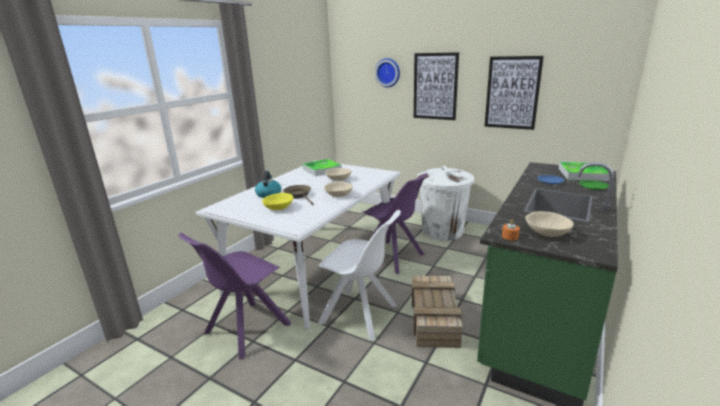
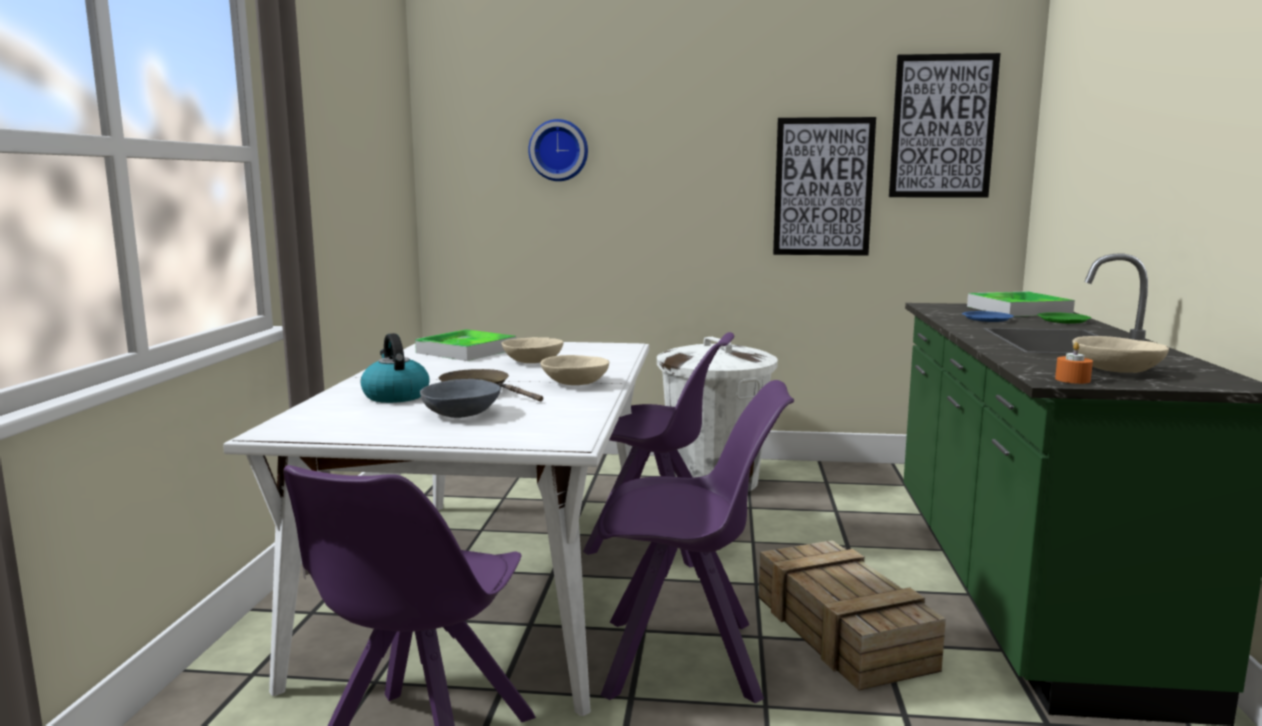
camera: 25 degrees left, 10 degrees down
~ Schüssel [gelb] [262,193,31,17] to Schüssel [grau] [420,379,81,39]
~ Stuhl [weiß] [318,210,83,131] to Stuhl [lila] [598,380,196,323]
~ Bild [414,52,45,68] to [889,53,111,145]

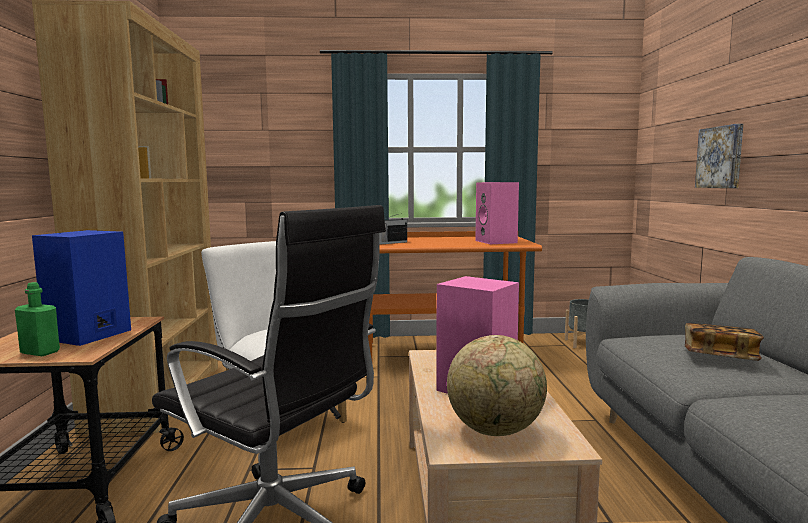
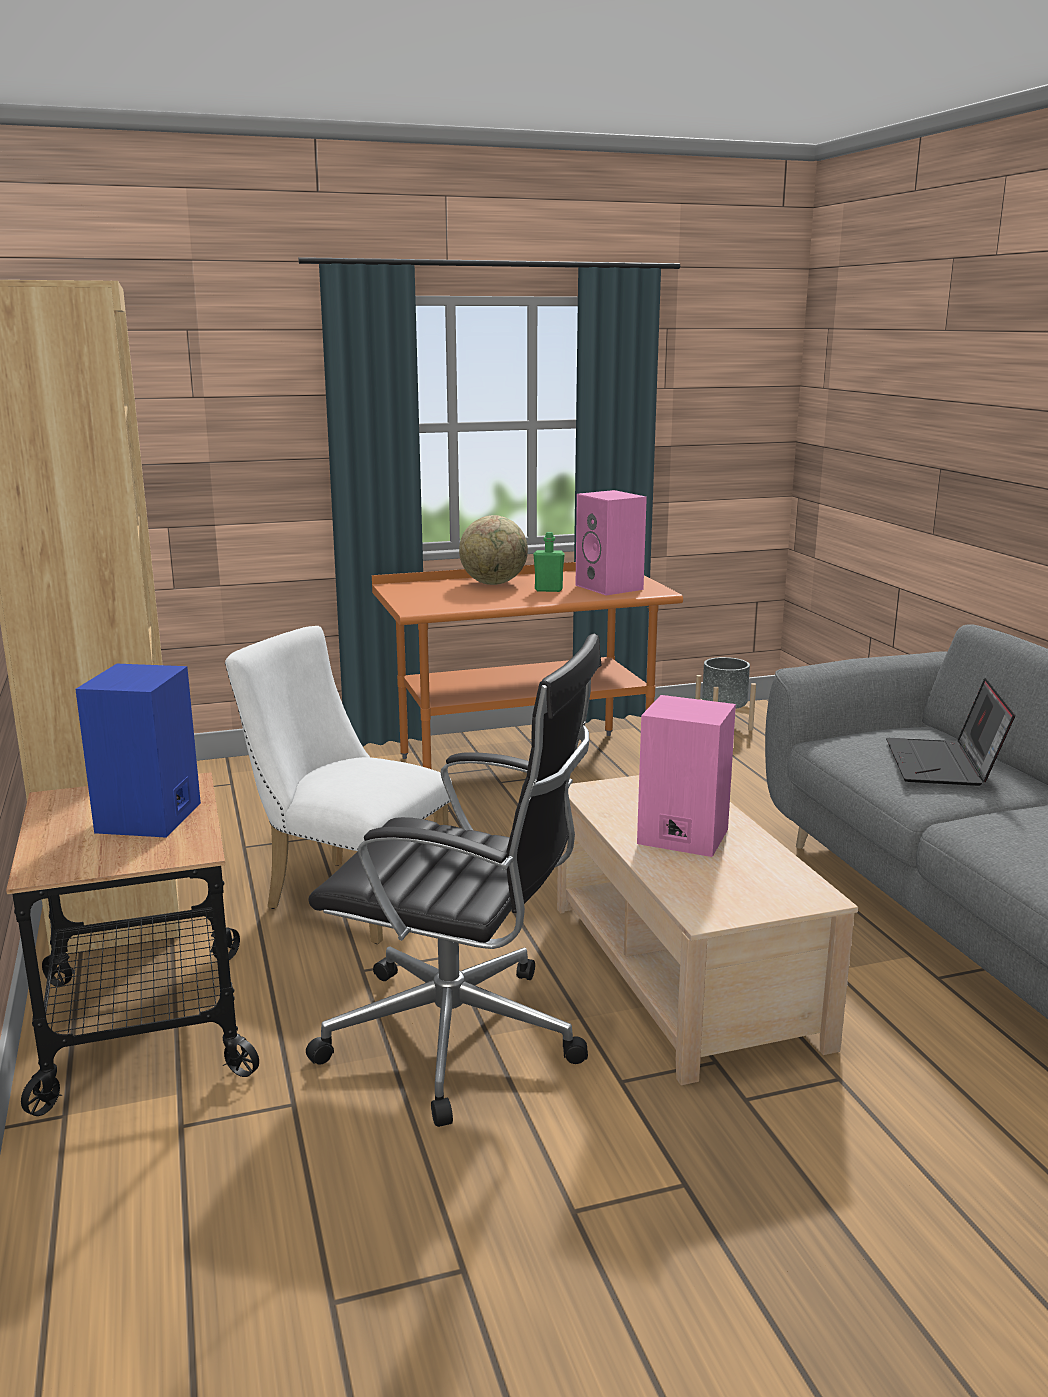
camera: 15 degrees left, 10 degrees up
~ Flasche [grün] [15,282,45,74] to [534,532,31,60]
- Radio [379,214,28,31]
~ Globus [447,335,100,101] to [459,515,69,70]
~ Buch [685,323,79,38] to Laptop [886,678,129,108]
- Bild [695,124,48,64]

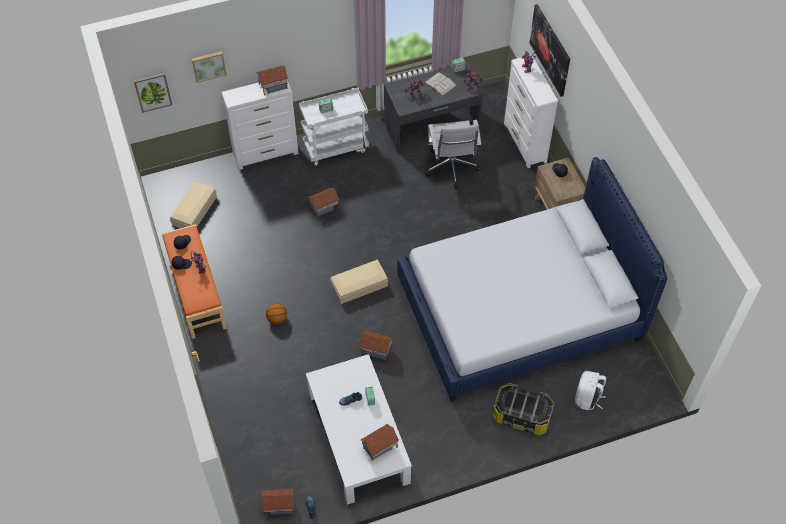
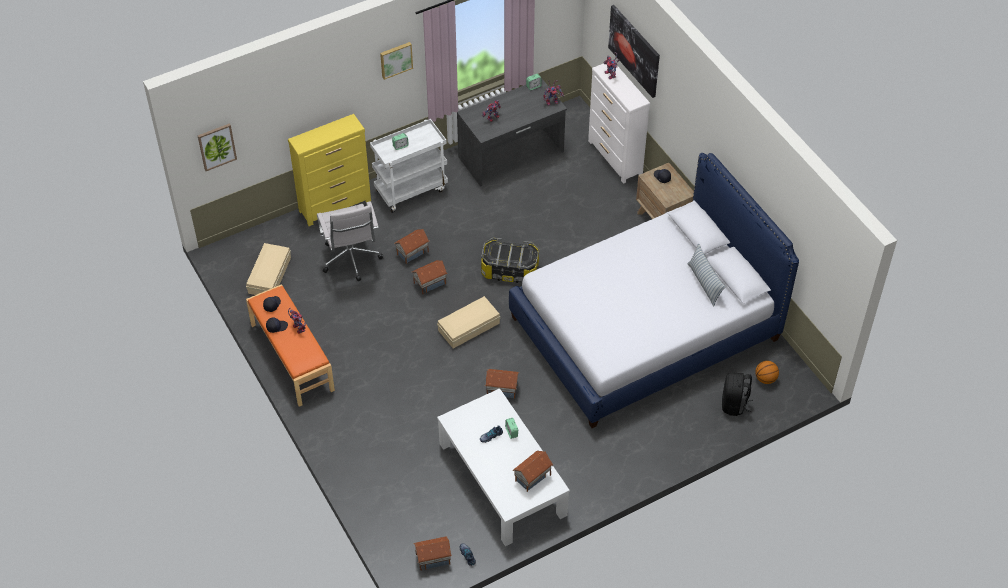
camera: 10 degrees left, 5 degrees down
~ Bild [192,51,34,32] to [380,42,33,38]
~ Kommode [weiß] [221,80,78,90] to Kommode [gelb] [288,114,83,112]
~ Spielzeughaus [257,65,31,30] to [412,260,35,34]
~ Basketball [266,303,21,21] to [755,361,24,23]
- Buch [weiß] [424,72,33,24]
~ Bürostuhl [weiß] [426,120,55,69] to [317,201,67,81]
~ Aufbewahrungsbox [493,383,61,52] to [481,238,58,45]
~ Rucksack [weiß] [575,371,31,39] to Rucksack [schwarz] [722,373,31,43]
+ Kissen [688,244,38,63]

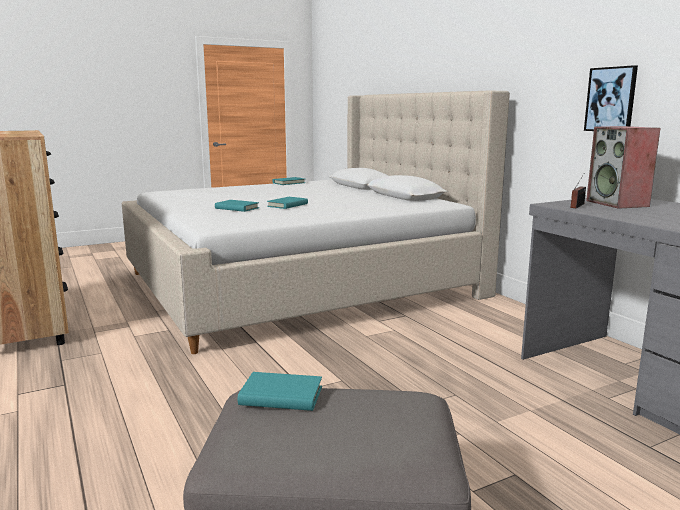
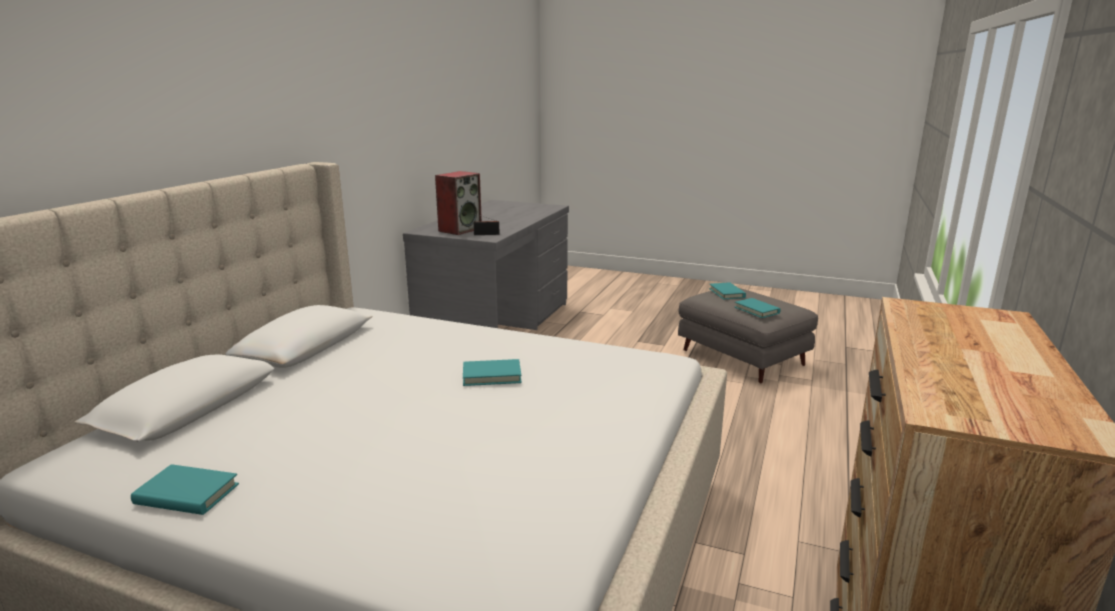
camera: 130 degrees left, 5 degrees up
~ Buch [türkis] [215,200,44,12] to [709,283,37,16]
- Bild [584,65,54,66]

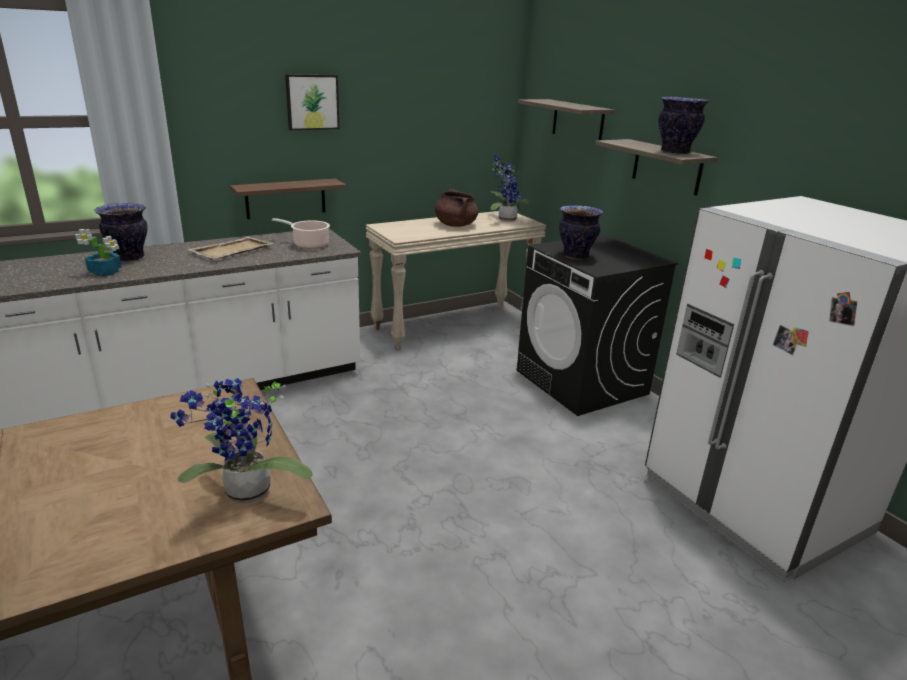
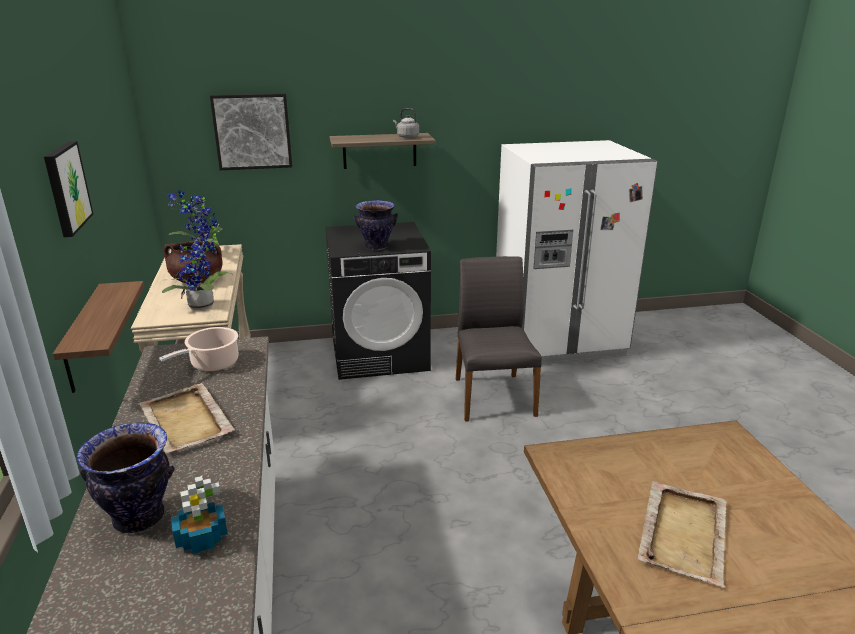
camera: 70 degrees left, 0 degrees up
~ Topfpflanze [170,378,143,126] to [162,224,69,86]
~ Wandregal [518,99,97,41] to Bild [210,93,82,77]
~ Vase [659,97,51,58] to Wasserkessel [grau] [393,108,26,30]
+ Stuhl [grau] [456,256,86,166]
+ Tablett [beige] [638,481,89,107]

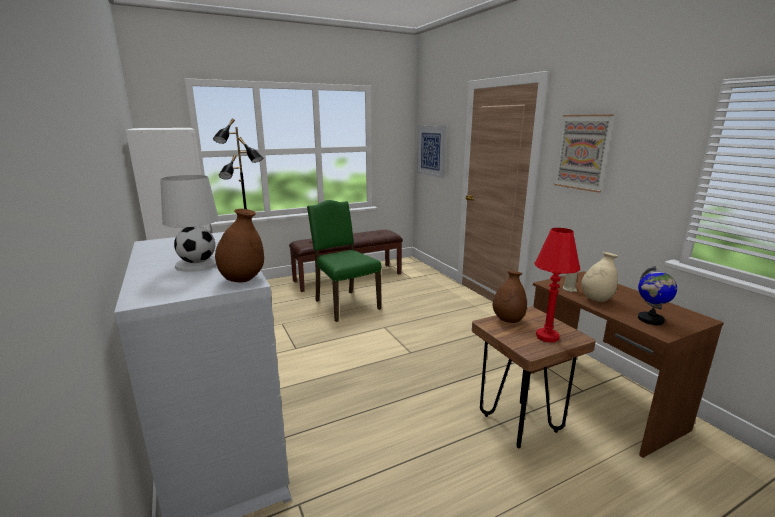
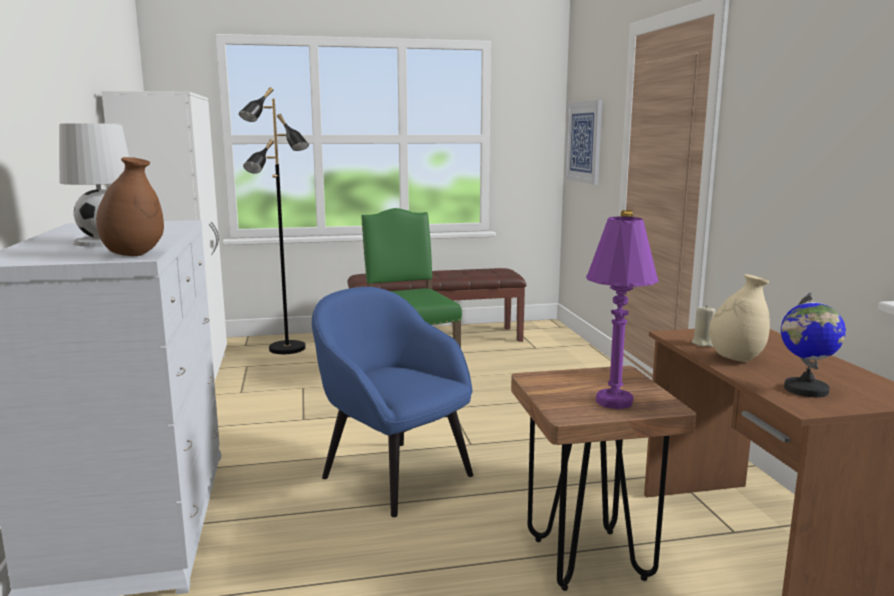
camera: 15 degrees right, 5 degrees down
- Vase [braun] [492,271,35,52]
~ Tischlampe [rot] [534,228,46,115] to Tischlampe [lila] [586,216,73,193]
- Bild [554,114,60,79]
+ Sessel [blau] [312,287,161,230]

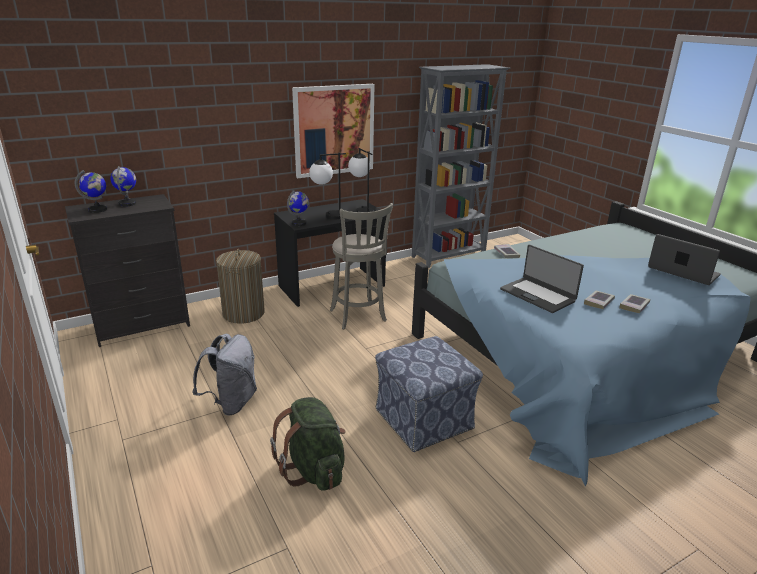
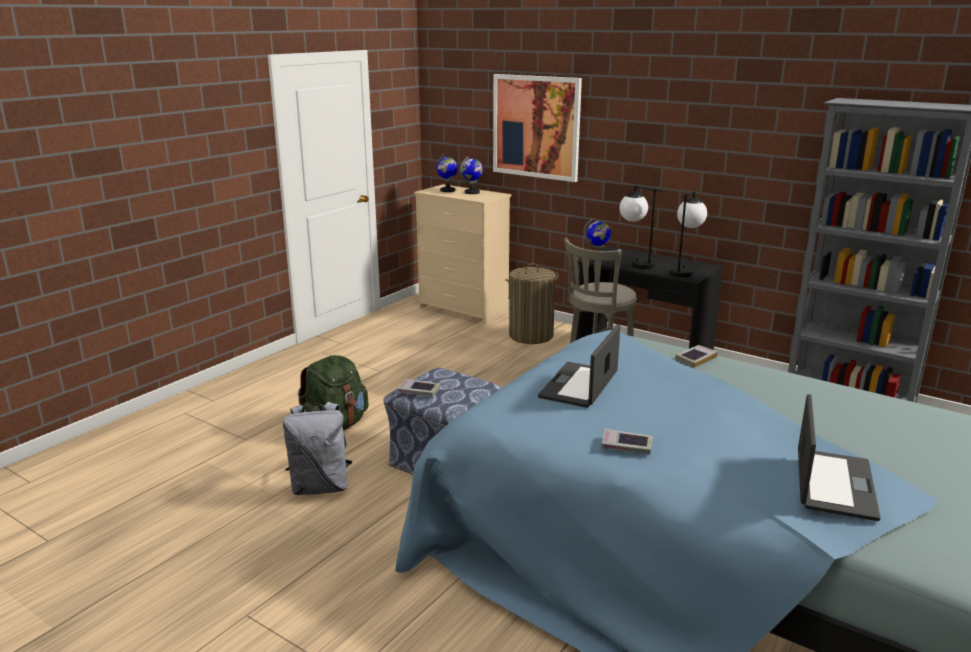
camera: 65 degrees right, 5 degrees down
~ Kommode [schwarz] [65,194,125,153] to Kommode [beige] [414,184,97,140]
~ Rucksack [grau] [192,334,65,81] to [283,402,69,93]
~ Bild [292,84,82,94] to [493,74,89,108]
~ Buch [584,291,31,18] to [398,379,42,18]

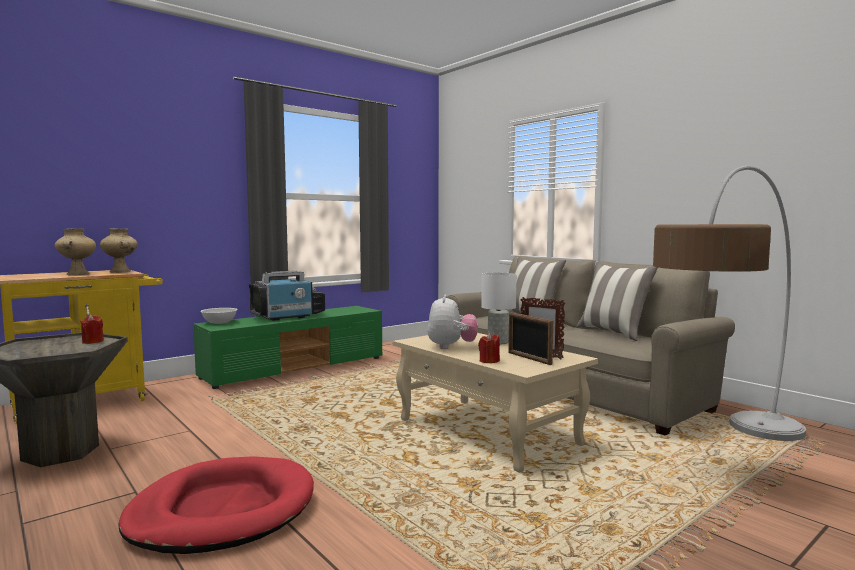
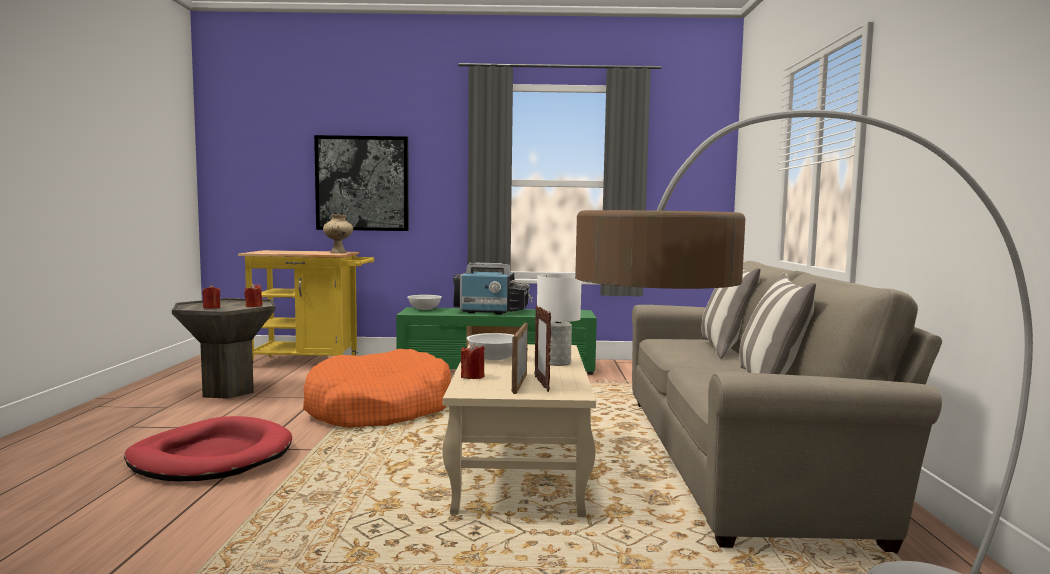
camera: 40 degrees right, 0 degrees up
- Vase [beige] [55,229,41,46]
~ Plüschtier [427,295,51,54] to Schüssel [weiß] [466,333,48,27]
+ Kerze [rot] [202,285,18,24]
+ Hundebett [orange] [303,349,148,79]
+ Bild [314,135,95,96]

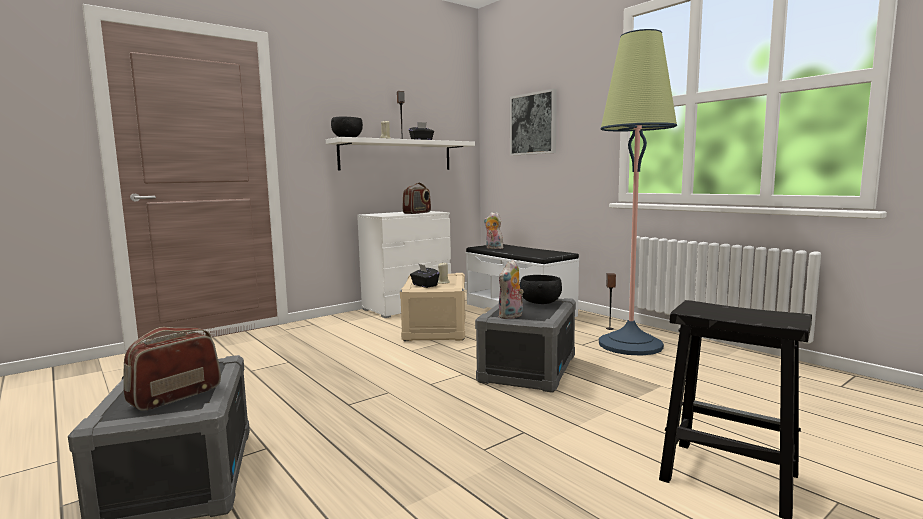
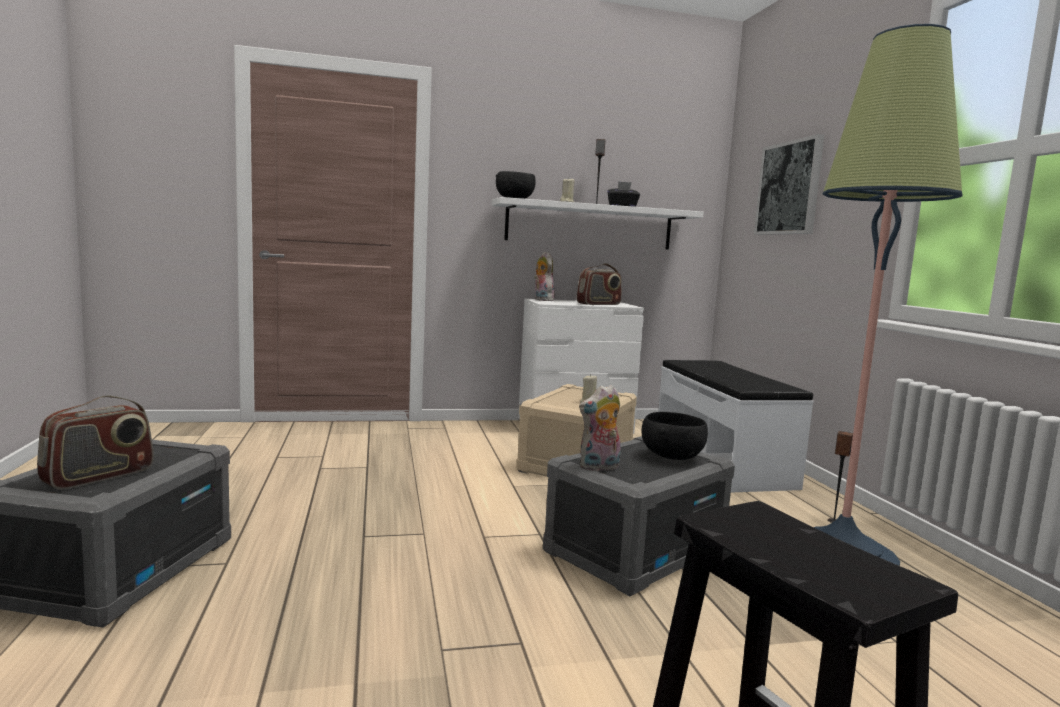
camera: 25 degrees right, 0 degrees up
~ Radio [123,327,98,84] = [37,395,117,94] 150 degrees clockwise
- Taschentuchbox [schwarz] [410,264,29,24]
~ Plüschtier [484,212,22,37] to [534,252,21,49]

